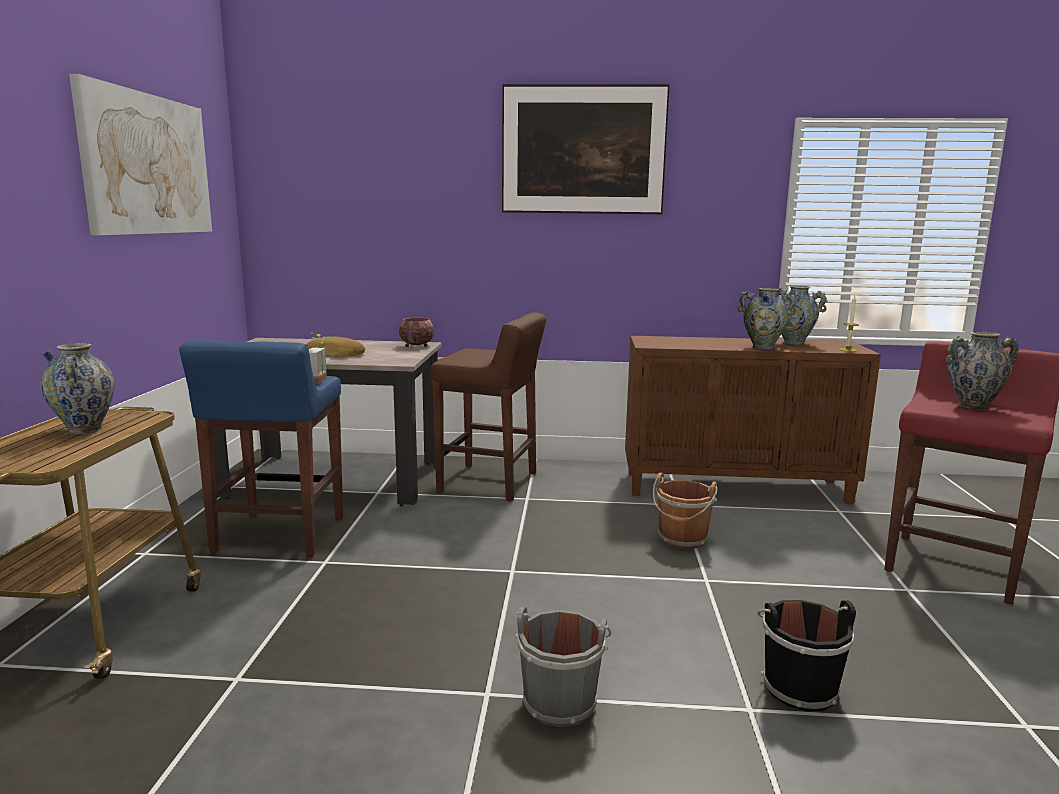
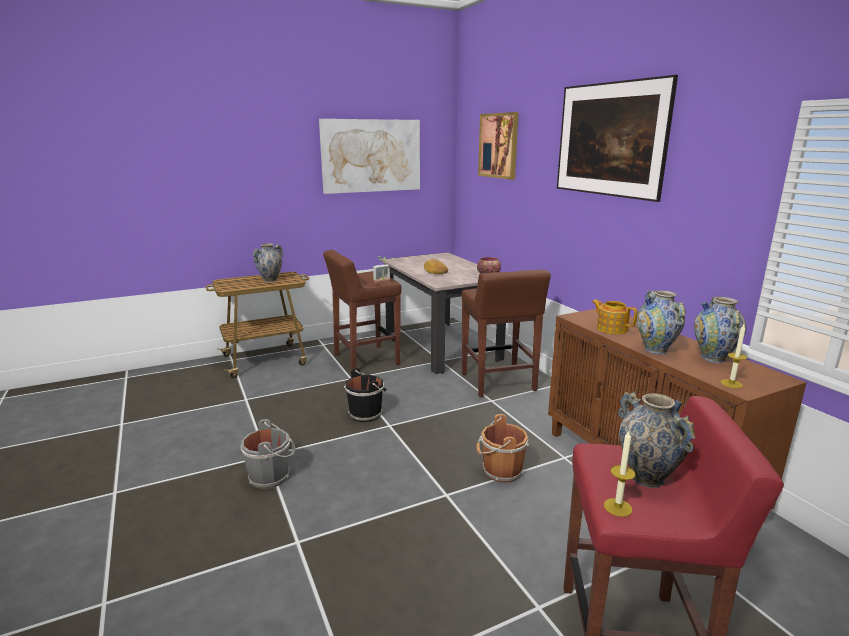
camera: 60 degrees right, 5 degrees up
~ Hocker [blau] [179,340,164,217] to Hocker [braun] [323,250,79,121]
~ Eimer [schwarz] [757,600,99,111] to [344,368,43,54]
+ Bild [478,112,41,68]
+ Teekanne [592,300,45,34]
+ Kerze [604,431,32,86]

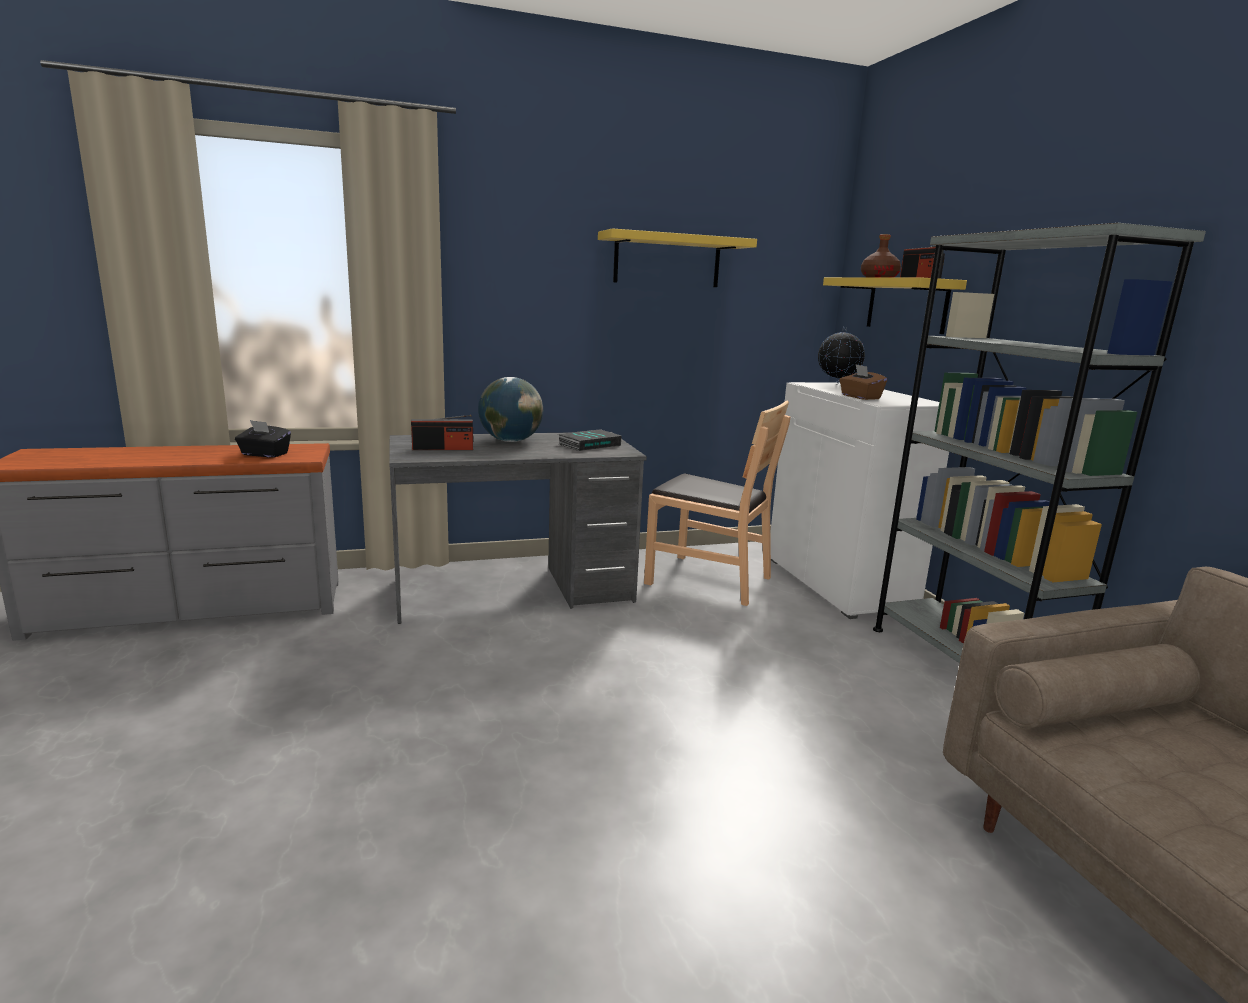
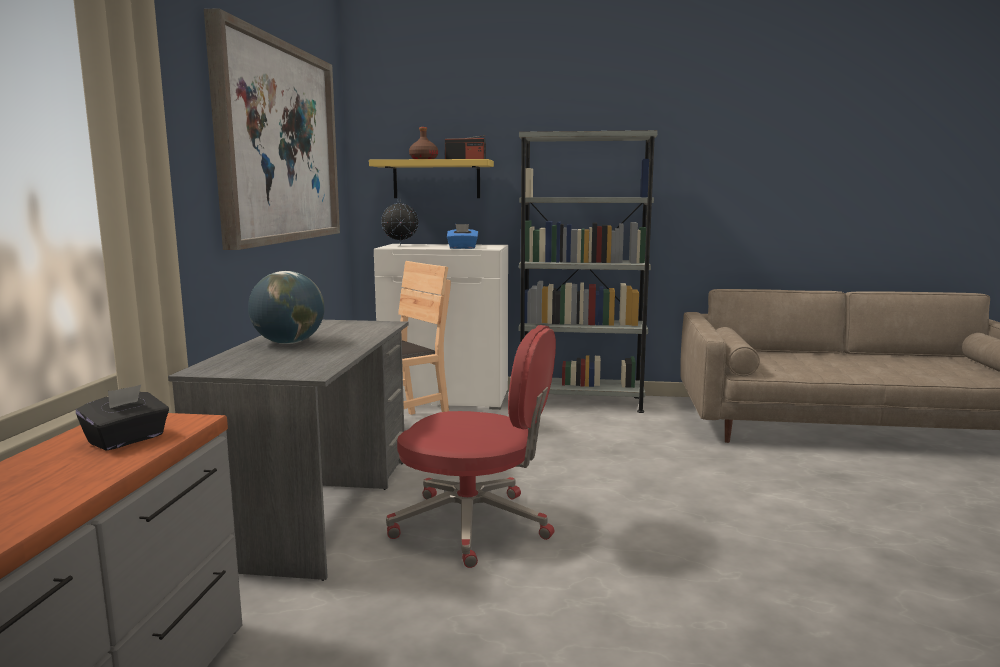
camera: 65 degrees left, 5 degrees down
- Radio [411,415,62,35]
- Buch [558,429,64,22]
~ Wandregal [gelb] [598,228,159,59] to Bild [204,8,136,242]
~ Taschentuchbox [braun] [839,364,48,36] to Taschentuchbox [blau] [447,224,31,25]
+ Bürostuhl [rot] [386,325,170,243]

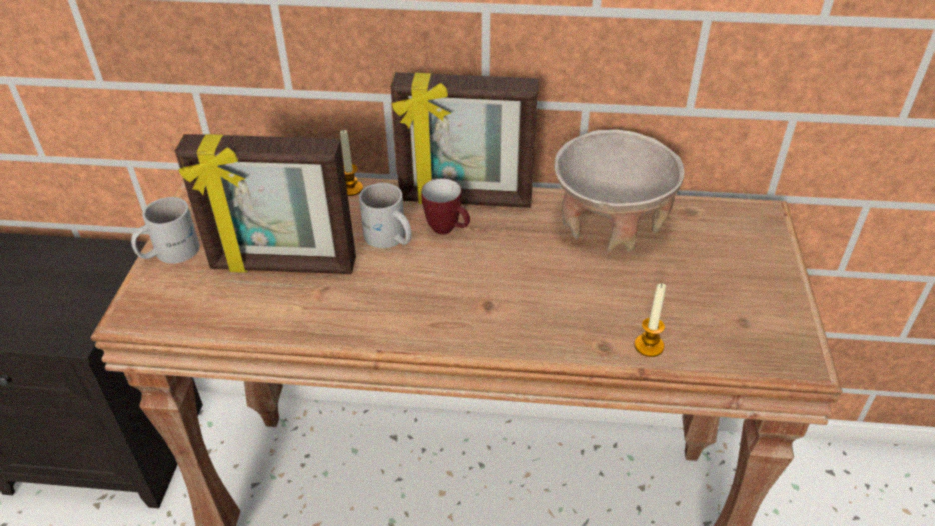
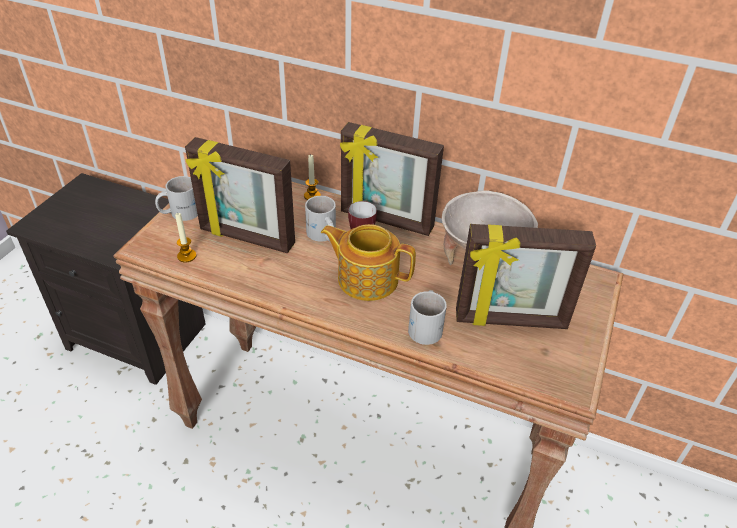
camera: 15 degrees right, 0 degrees up
~ Kerze [634,283,32,74] to [175,212,21,50]
+ Teekanne [321,224,95,77]
+ Henkelbecher [weiß] [408,290,39,55]
+ Bilderrahmen [456,224,140,105]

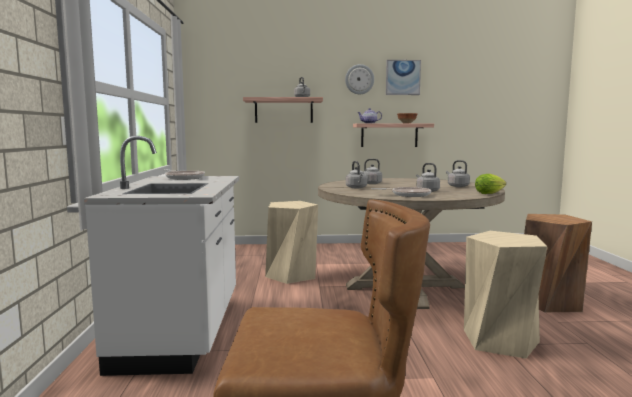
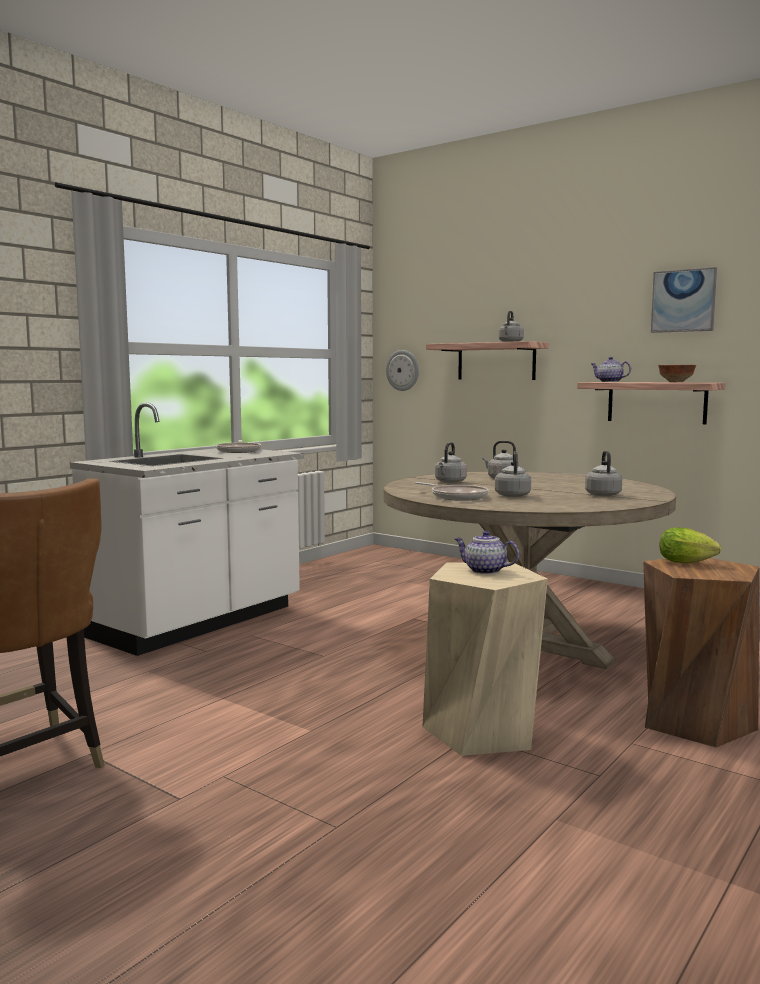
camera: 40 degrees right, 0 degrees up
- Hocker [beige] [265,201,53,83]
~ Wanduhr [345,64,29,30] to [386,350,33,41]
~ Salatkopf [475,174,31,20] to [659,527,62,37]
+ Teekanne [455,531,64,43]

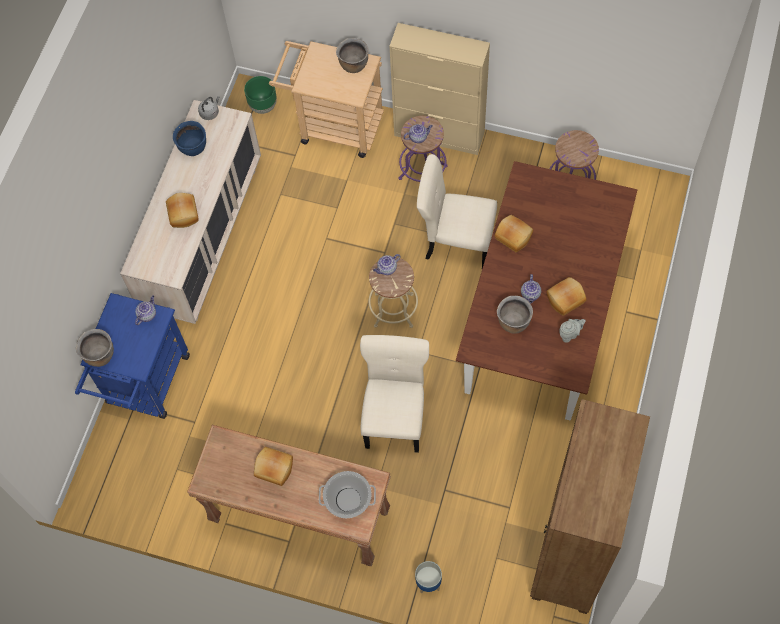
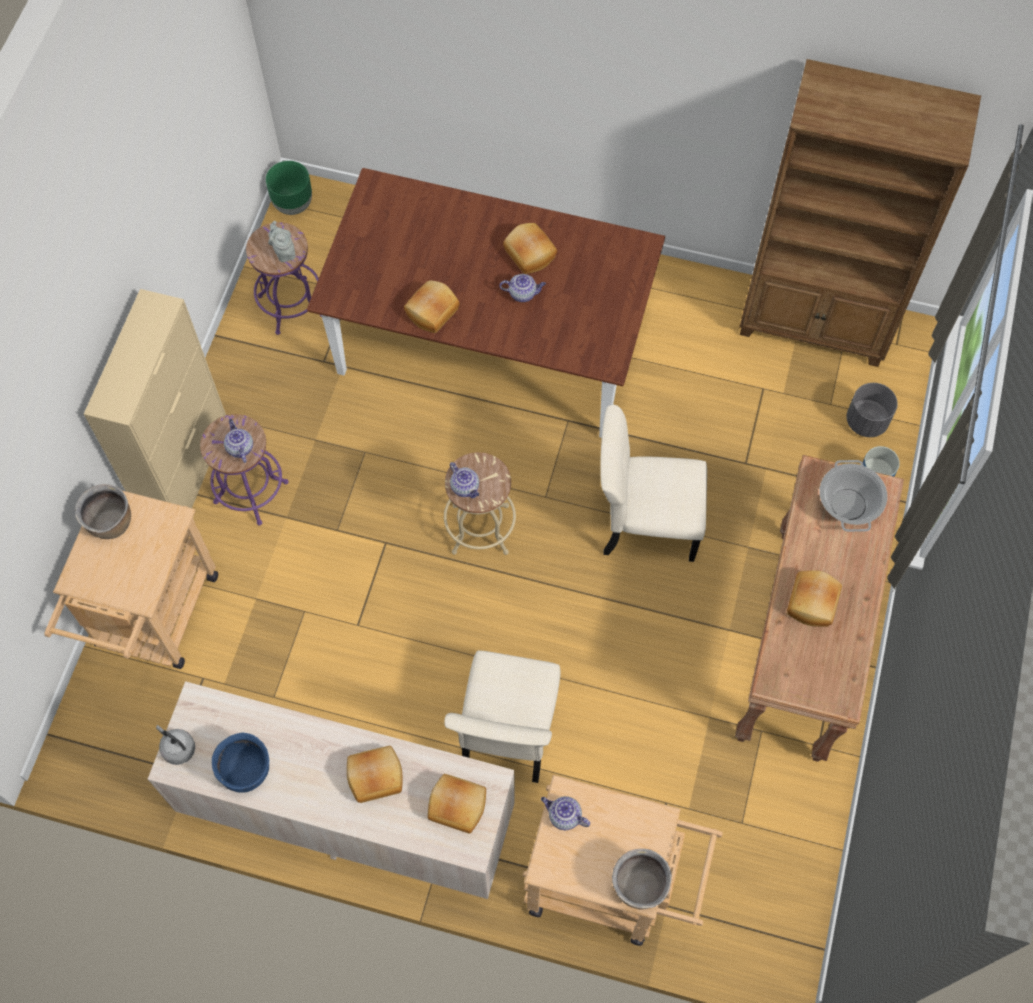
camera: 95 degrees left, 0 degrees up
~ Rollwagen [blau] [75,293,115,126] to Rollwagen [beige] [523,775,200,171]
~ Pflanzkübel [grün] [244,76,33,38] to [266,161,46,54]
~ Stuhl [beige] [417,154,80,114] to [444,651,117,132]
- Kochtopf [braun] [497,296,36,38]
~ Teekanne [grau] [559,319,27,24] to [268,221,28,41]
+ Brot [428,774,58,60]
+ Pflanzkübel [grau] [846,383,52,54]

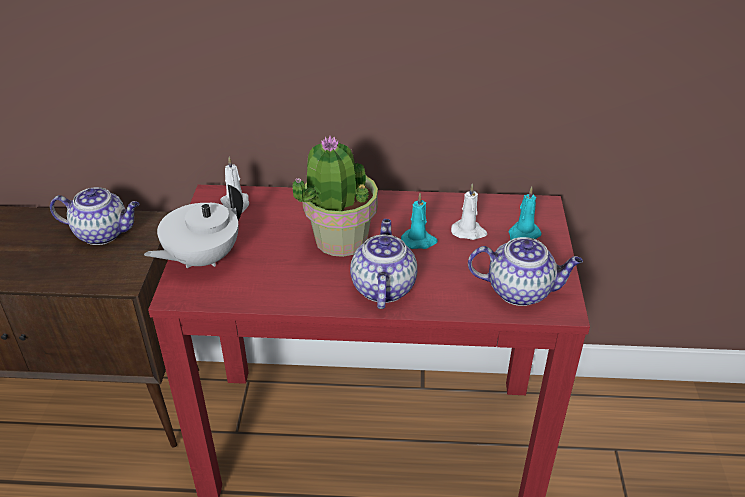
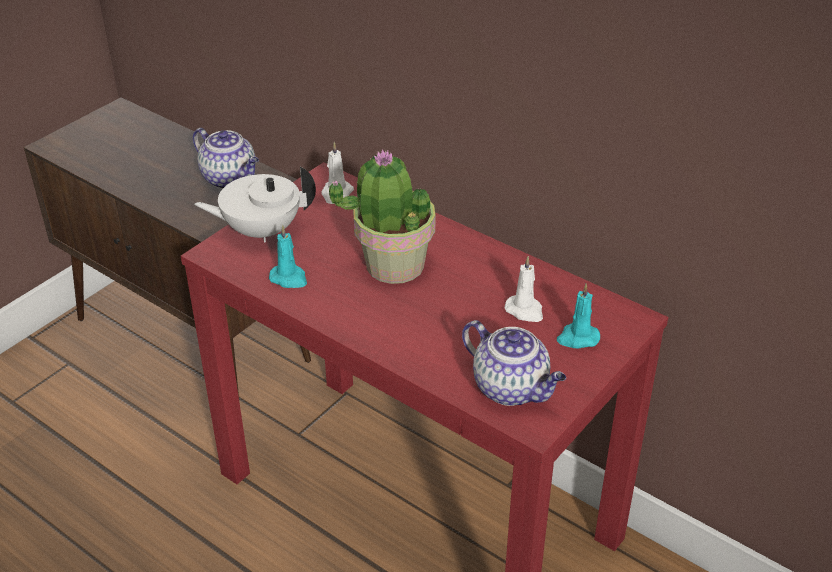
camera: 35 degrees right, 0 degrees up
- Teekanne [350,219,67,90]
~ Kerze [türkis] [401,193,37,56] to [269,225,38,63]

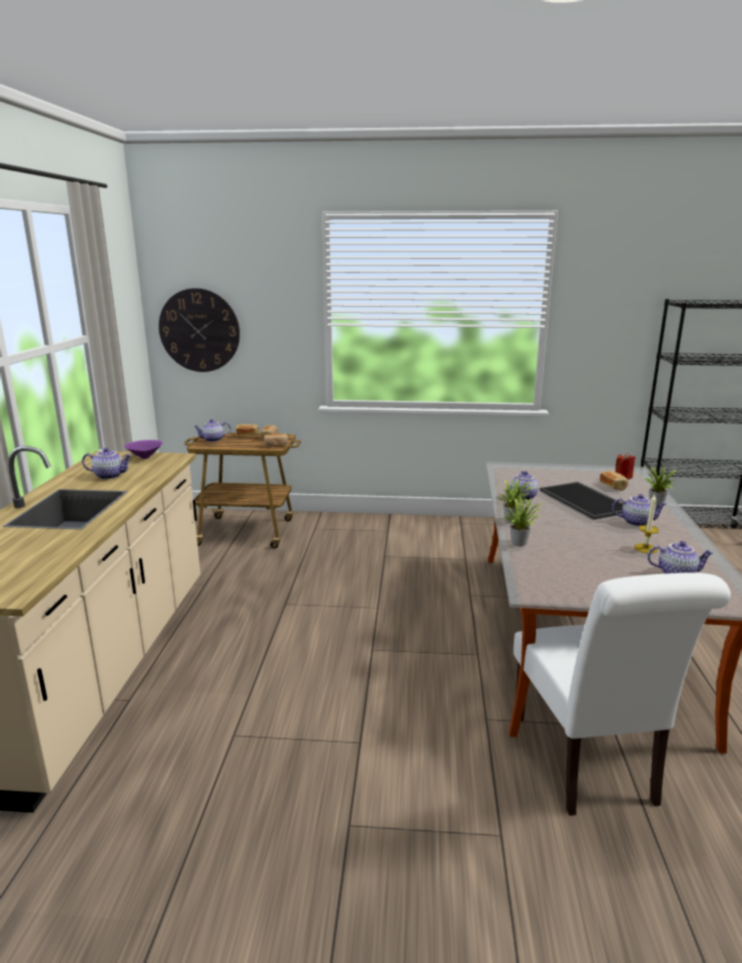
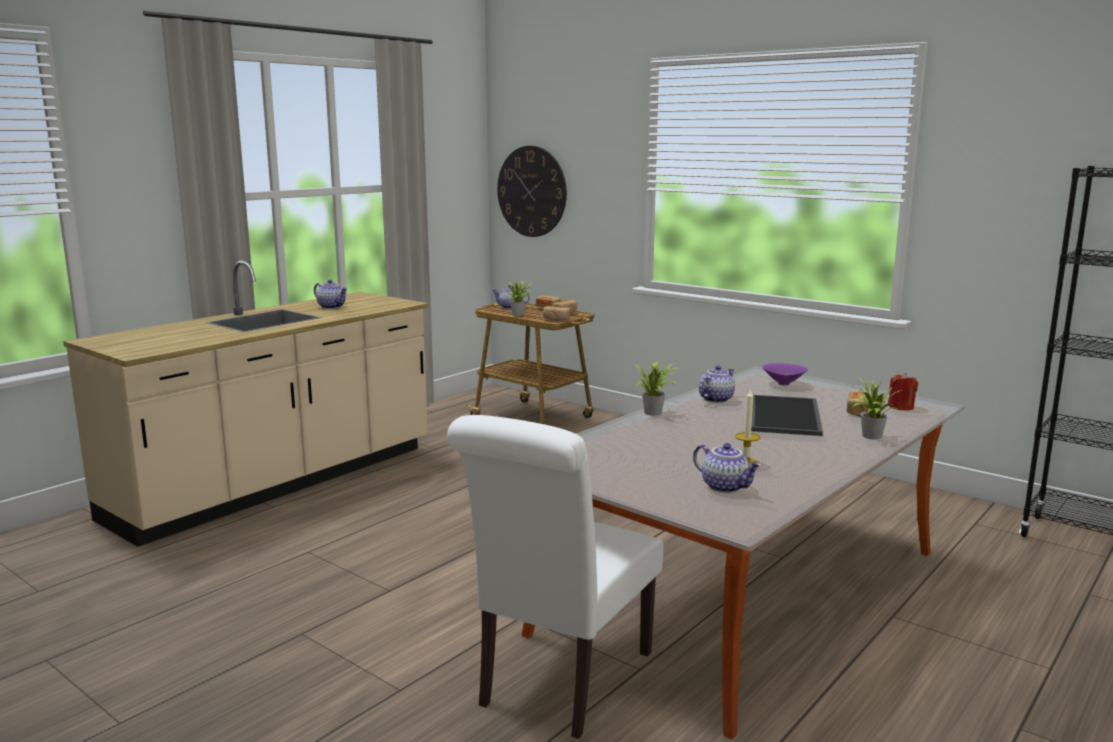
camera: 35 degrees right, 5 degrees down
~ Schüssel [lila] [124,440,39,19] to [762,363,46,23]
~ Topfpflanze [503,498,42,48] to [505,279,27,37]
- Teekanne [612,494,55,32]

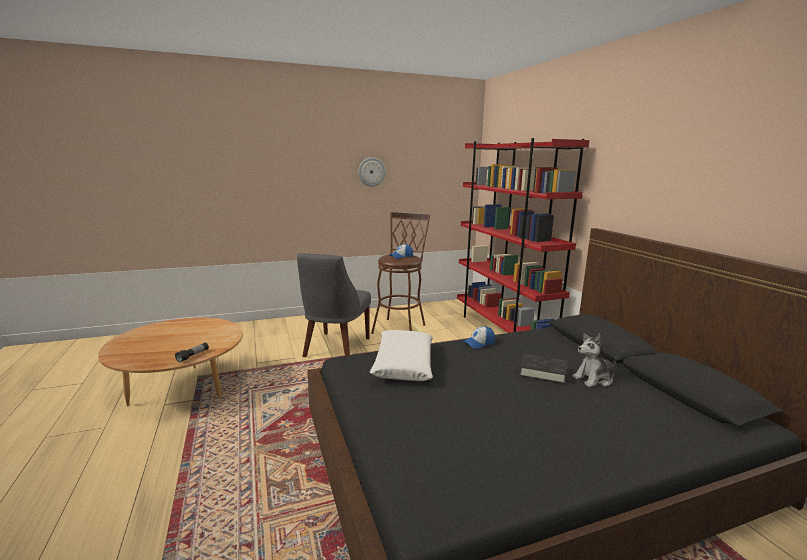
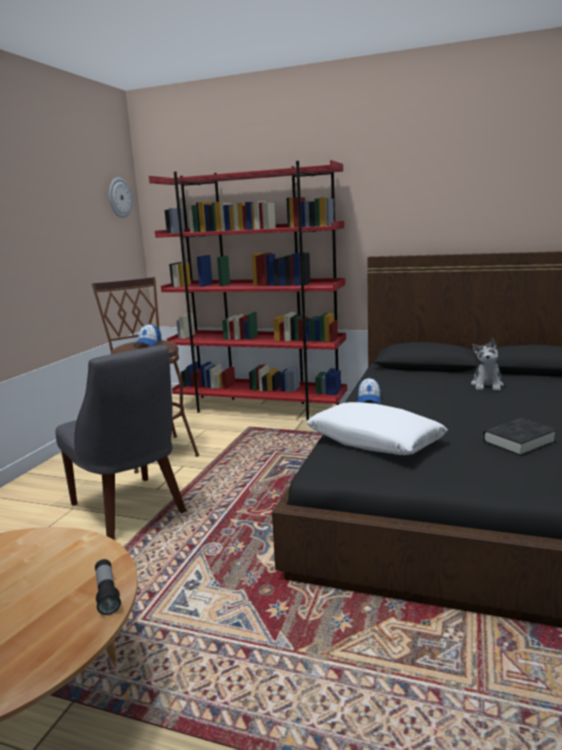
camera: 50 degrees left, 0 degrees up
~ Wanduhr [358,157,28,30] to [109,177,23,41]
~ Buch [schwarz] [520,354,46,30] to [483,418,74,38]

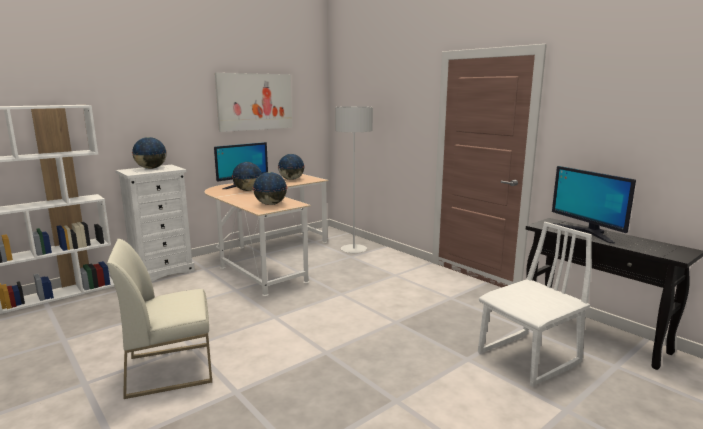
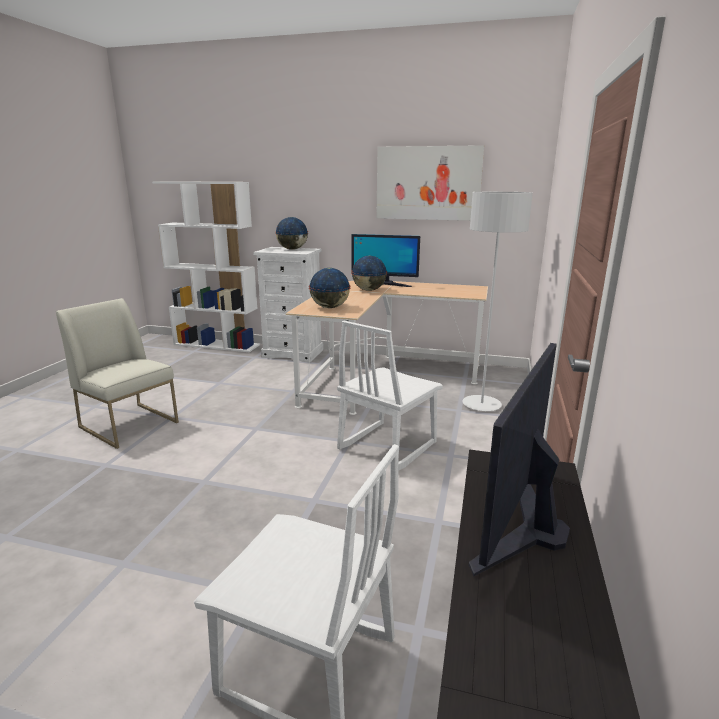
camera: 55 degrees right, 5 degrees up
- Globus [278,154,27,26]
+ Stuhl [weiß] [337,321,106,150]

